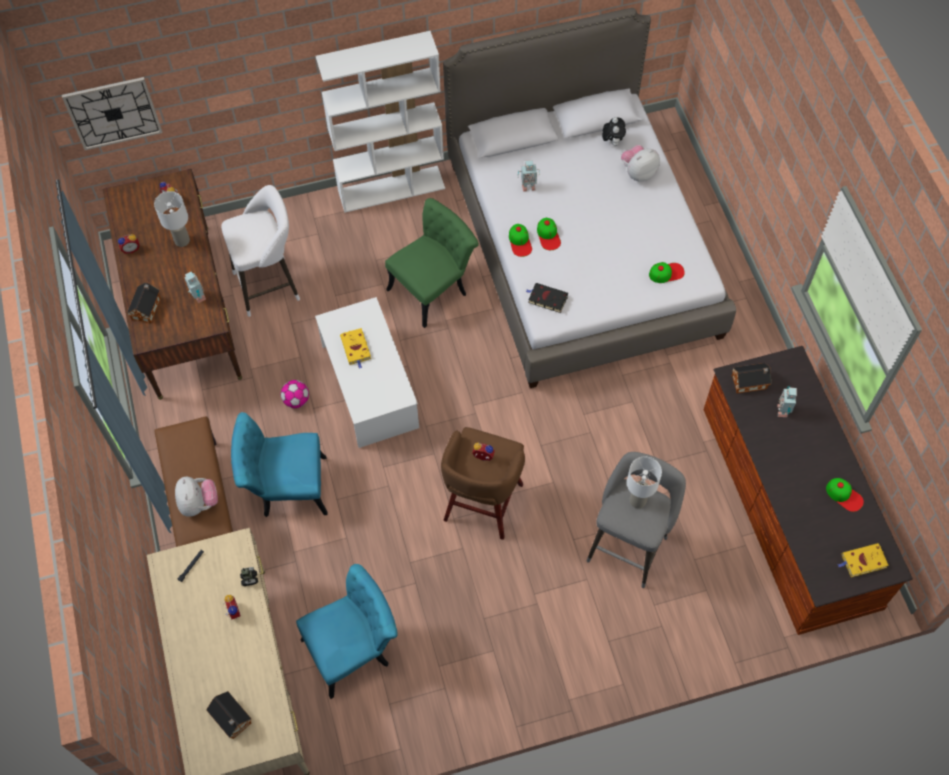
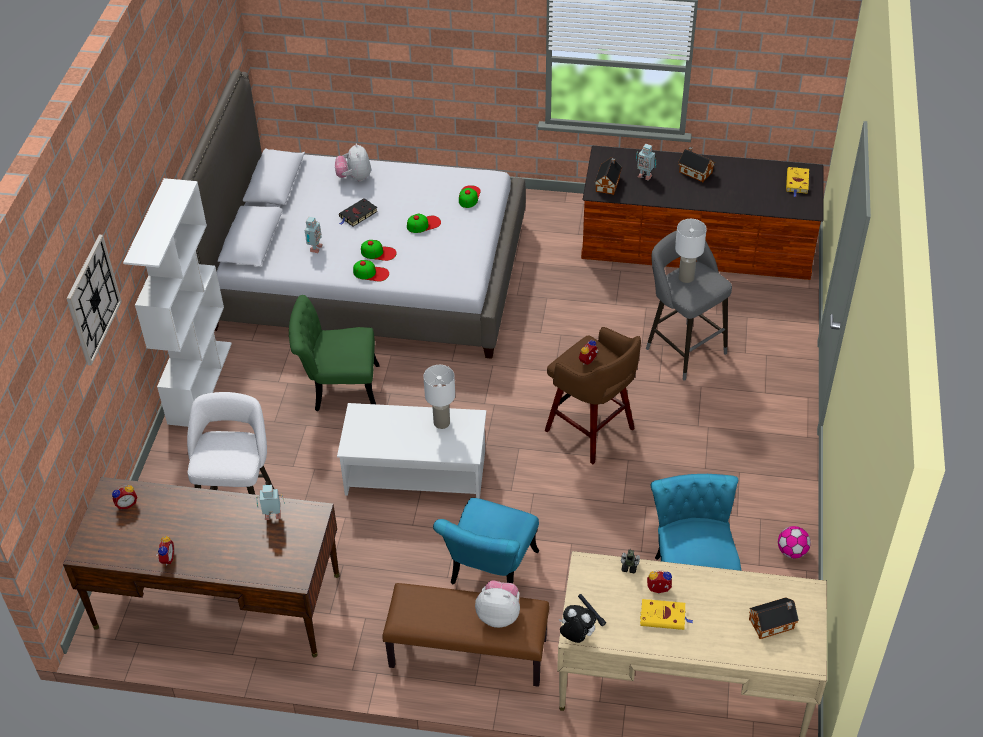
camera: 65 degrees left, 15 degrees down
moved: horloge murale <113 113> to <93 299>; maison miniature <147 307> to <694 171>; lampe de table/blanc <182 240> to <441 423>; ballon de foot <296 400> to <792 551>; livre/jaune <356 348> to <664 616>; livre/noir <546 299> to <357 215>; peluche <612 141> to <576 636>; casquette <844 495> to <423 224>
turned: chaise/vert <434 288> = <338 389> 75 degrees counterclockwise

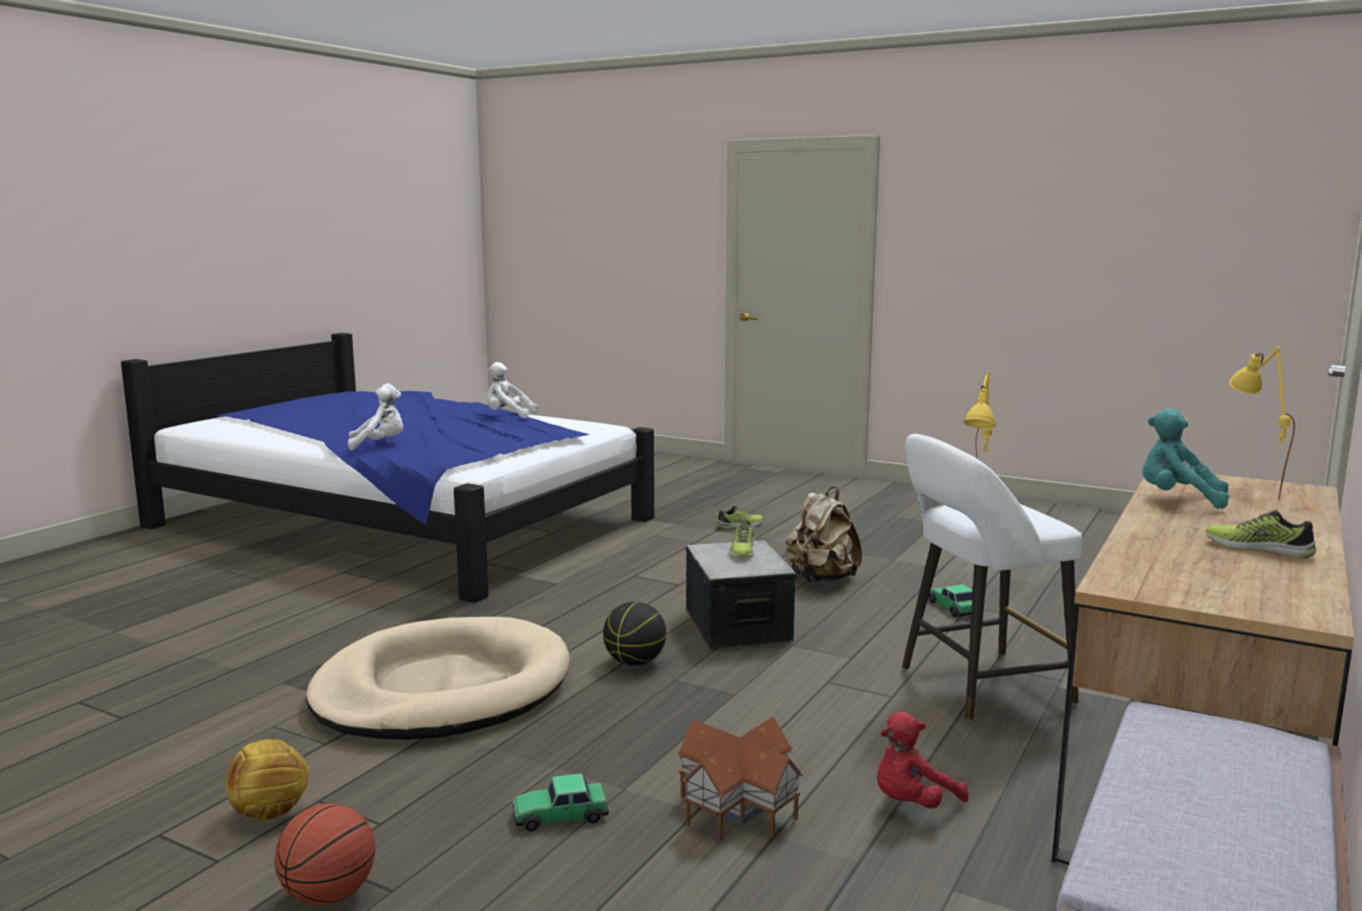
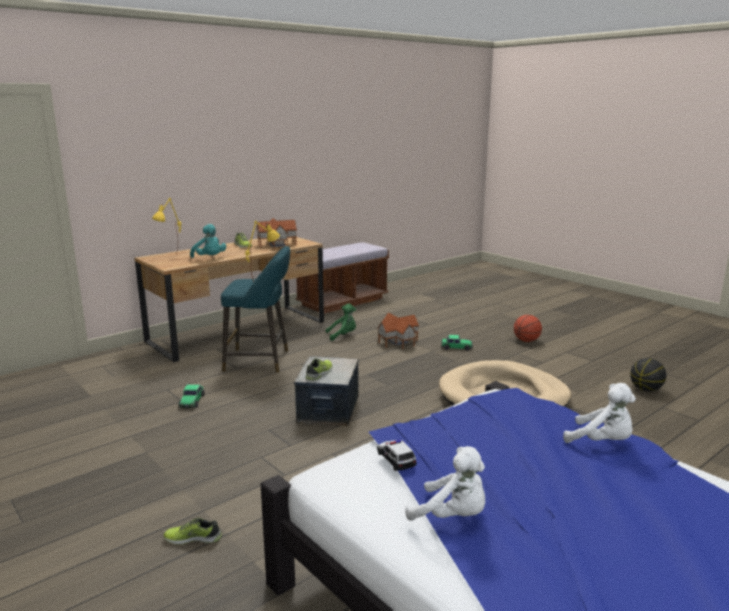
camera: 160 degrees left, 5 degrees up
removed: ballon de foot <270 812>; sac à dos/beige <821 580>
added: maison miniature <277 245>; petite voiture <395 459>
moved: ballon de basket <634 662> to <646 389>
recoloured: peluche/rouge <912 803> to peluche/vert <343 335>; tabouret/blanc <977 687> to tabouret/turquoise <261 361>
turned: peluche/blanc <379 445> = <602 442> 150 degrees counterclockwise

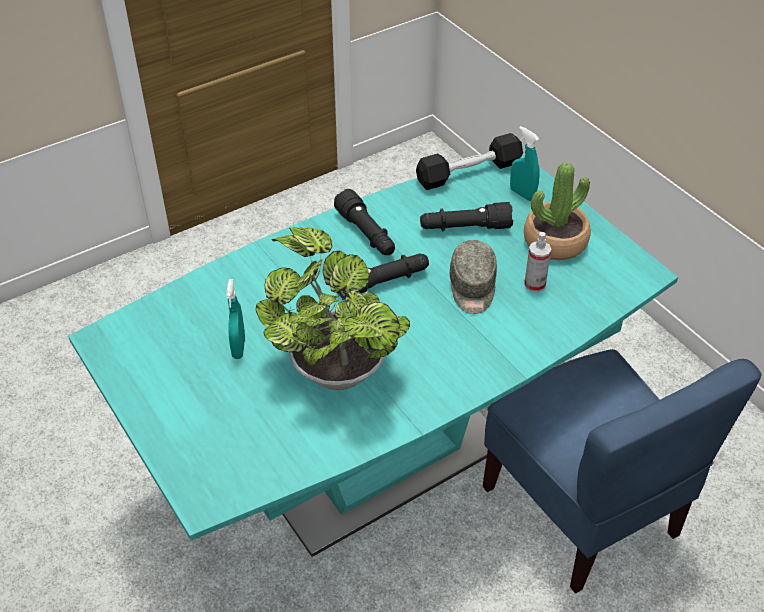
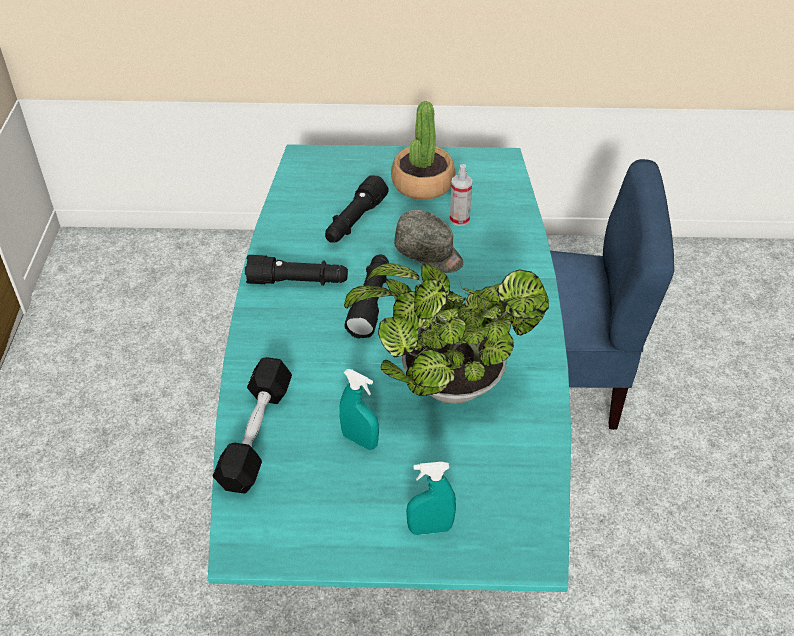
camera: 55 degrees left, 0 degrees up
moved: haltère/noir <468 172> to <256 435>; vaporisateur/turquoise <522 194> to <430 528>

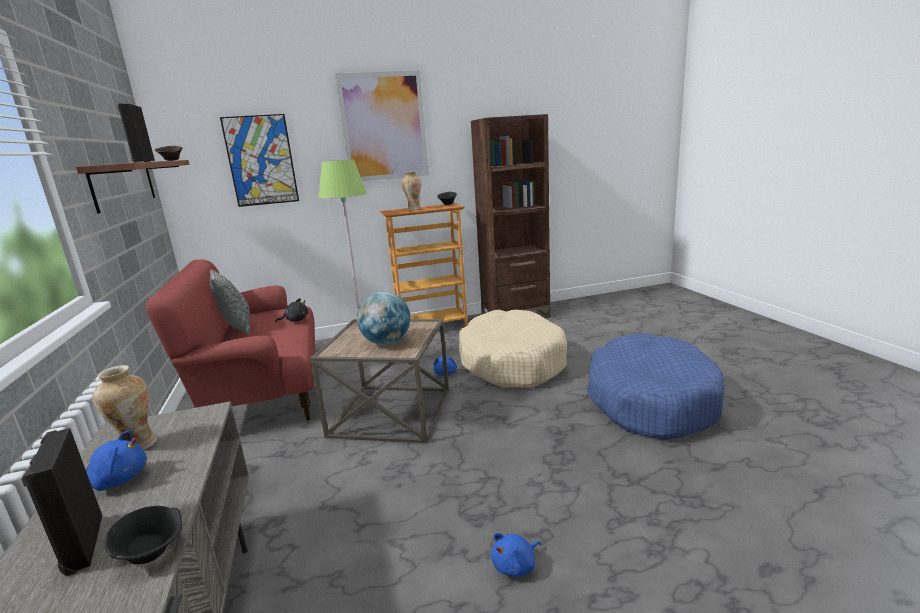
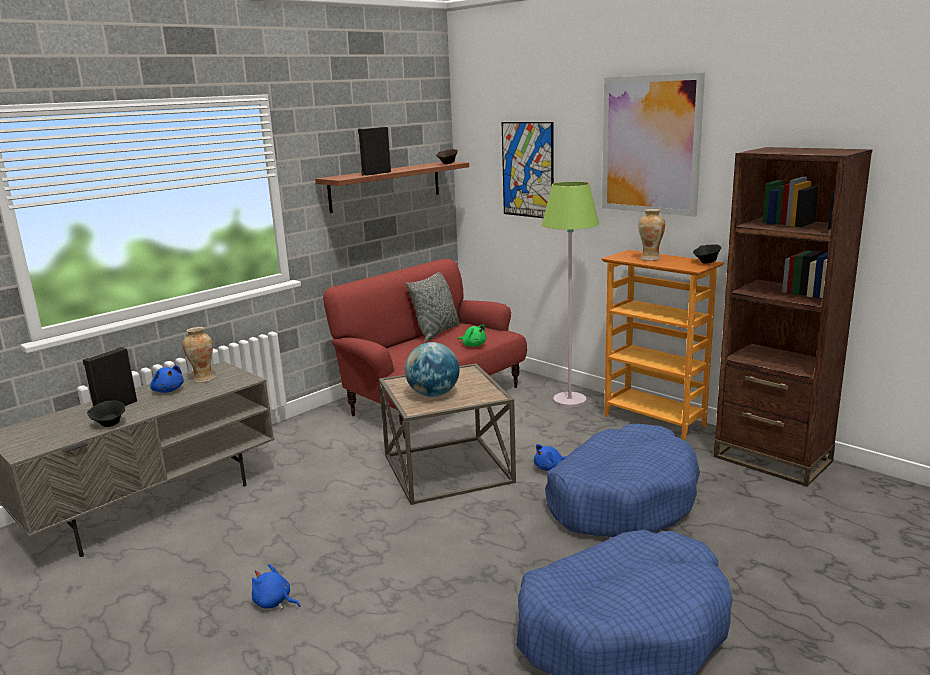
camera: 60 degrees right, 0 degrees up
recoloured: peluche/noir <295 320> to peluche/vert <473 345>; panier pour chien/beige <511 362> to panier pour chien/bleu <621 499>

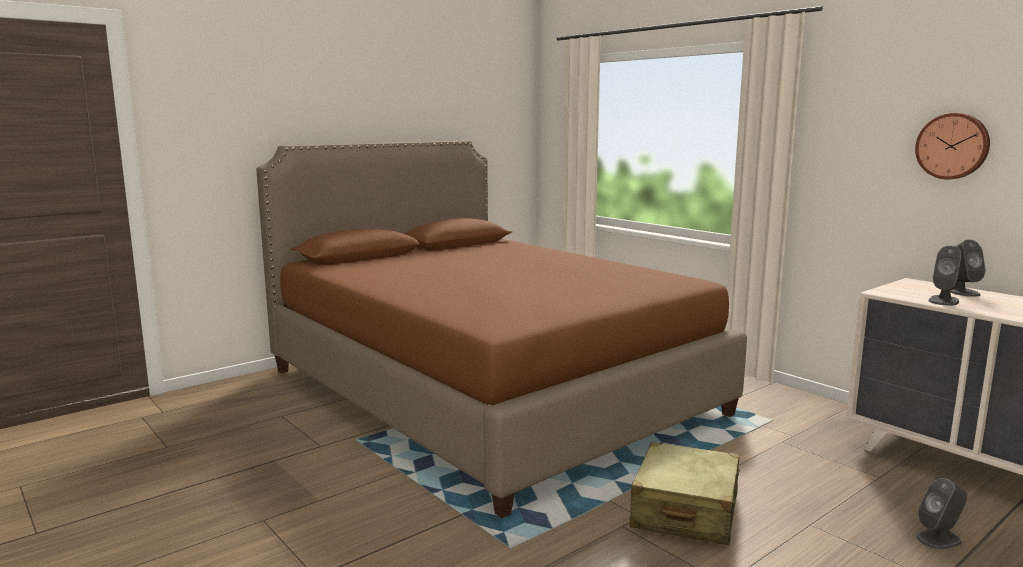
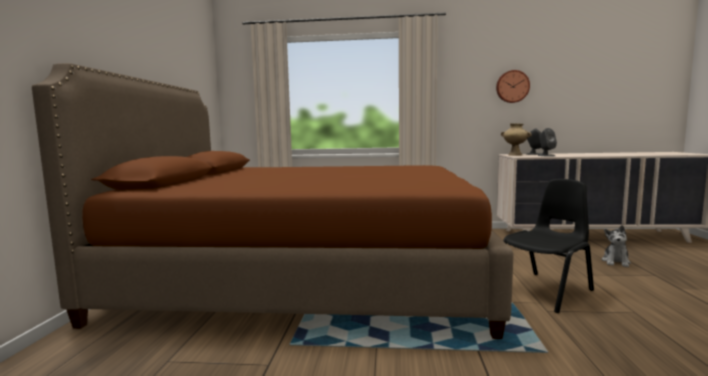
camera: 45 degrees left, 5 degrees down
added: vase/beige <515 155>
replaced: valise/beige <685 511> to chaise/noir <544 291>; enceinte/gris <939 539> to peluche <616 262>

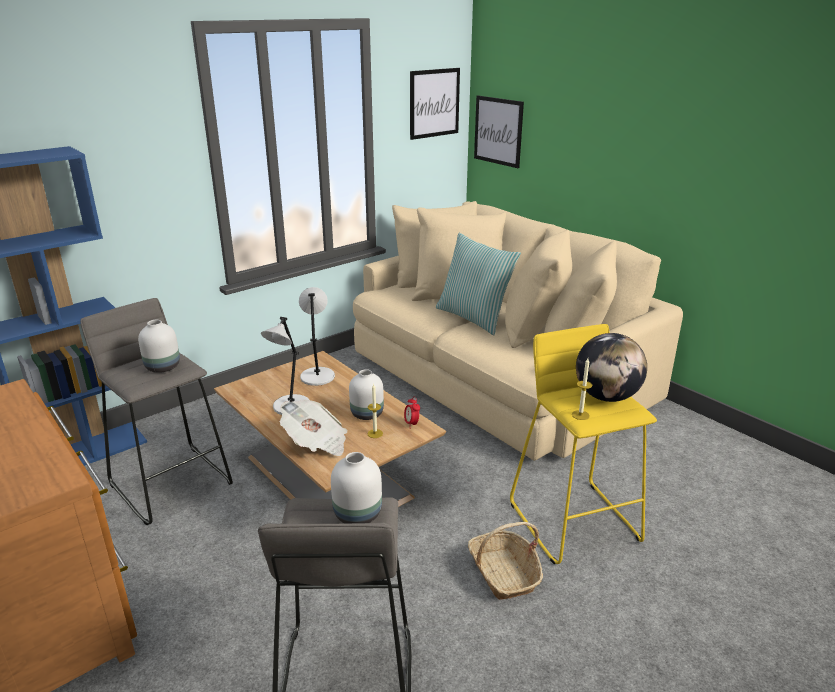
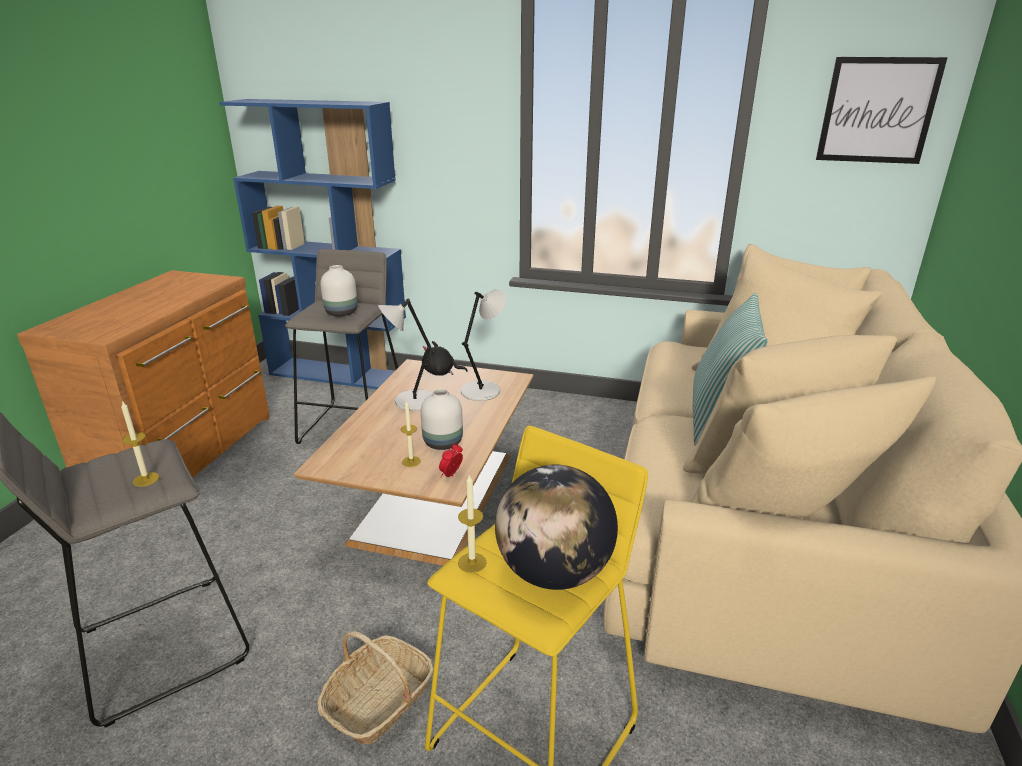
camera: 55 degrees right, 0 degrees up
removed: journal <316 443>; tableau <498 131>
added: peluche/noir <441 372>
replaced: vase/blanc <358 515> to bougie <146 479>

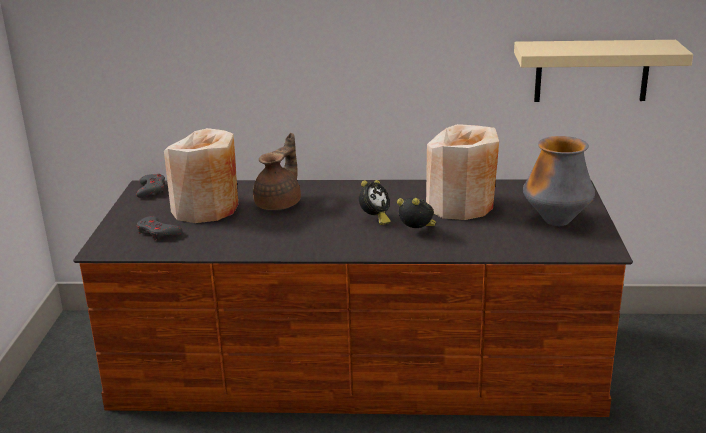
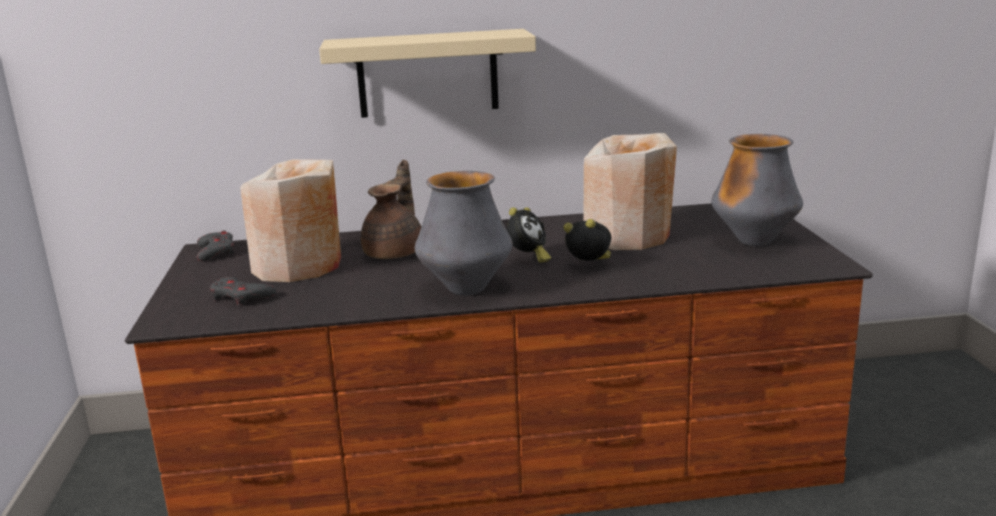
camera: 10 degrees left, 5 degrees down
added: vase <466 289>
moved: étagère/beige <591 71> to <427 73>

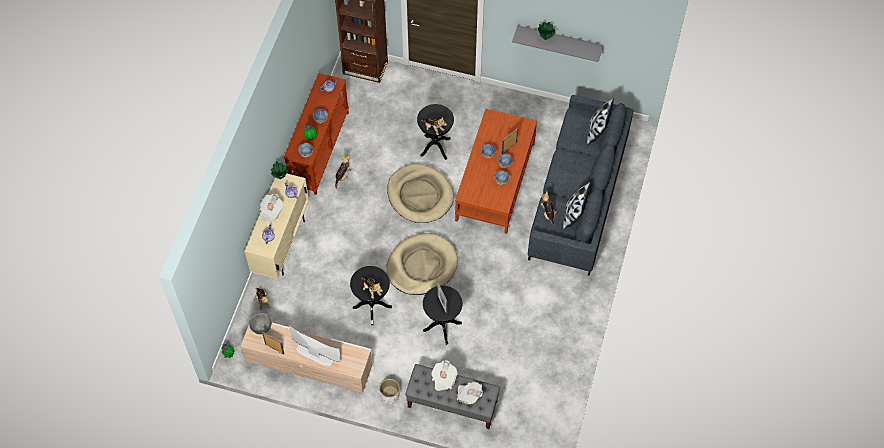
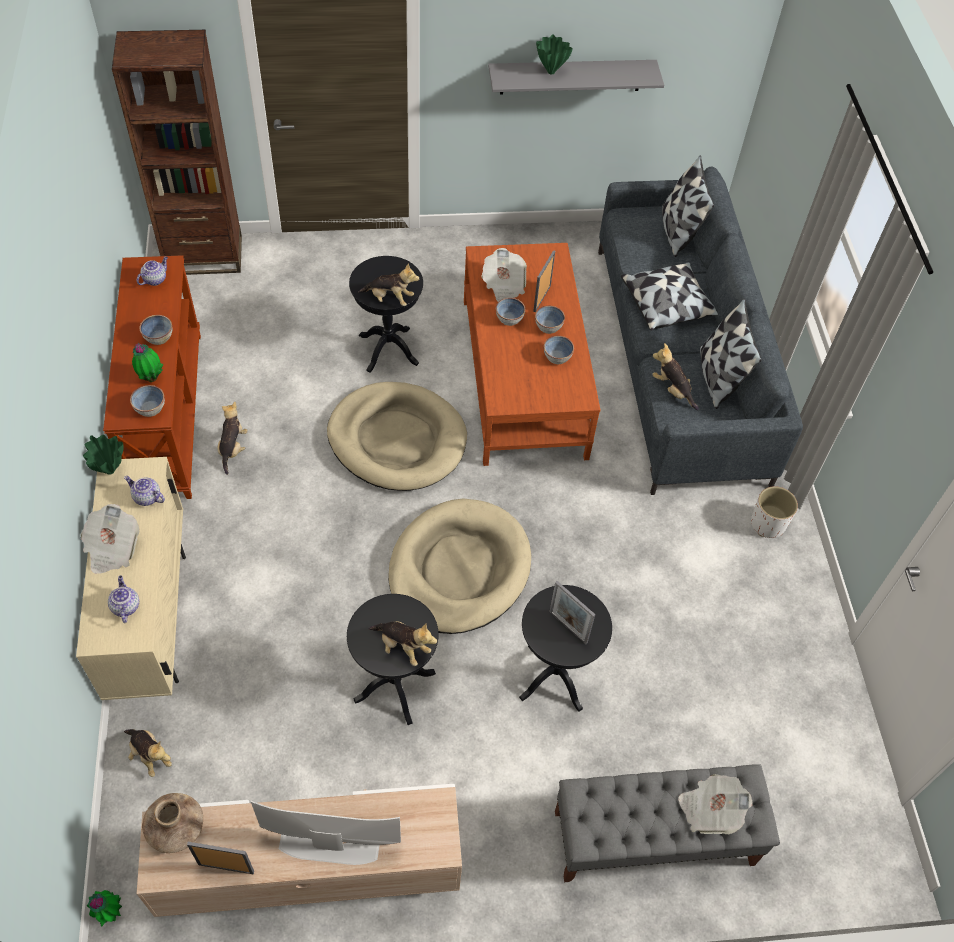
camera: 25 degrees left, 5 degrees down
added: coussin <667 305>
moved: cache-pot/blanc <390 396> to <768 524>; journal <443 379> to <503 285>
replaced: bol/gris <261 328> to vase/marron <176 827>

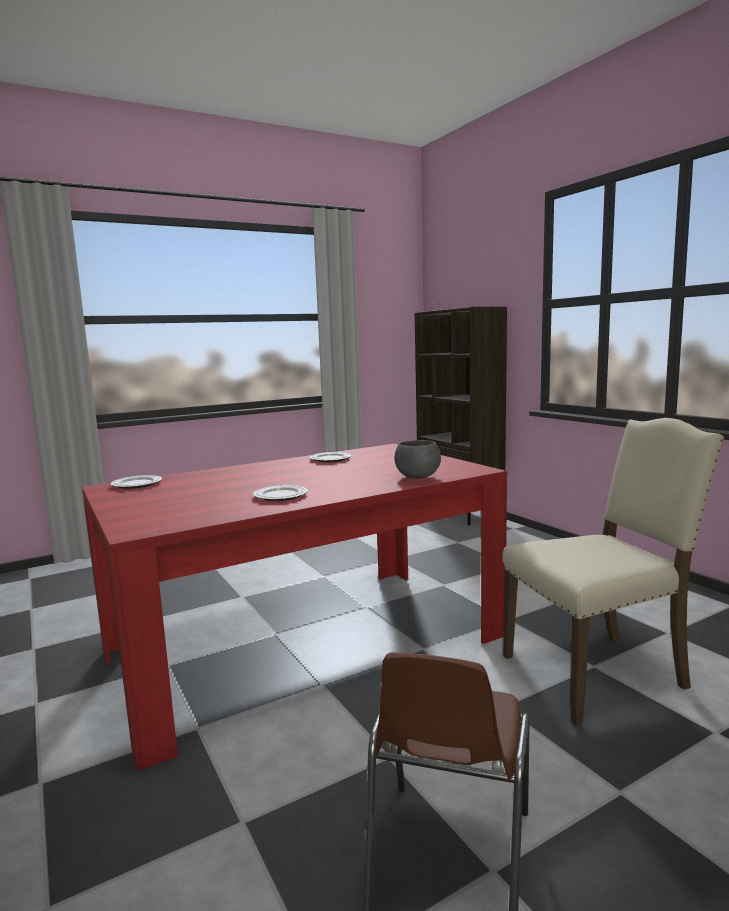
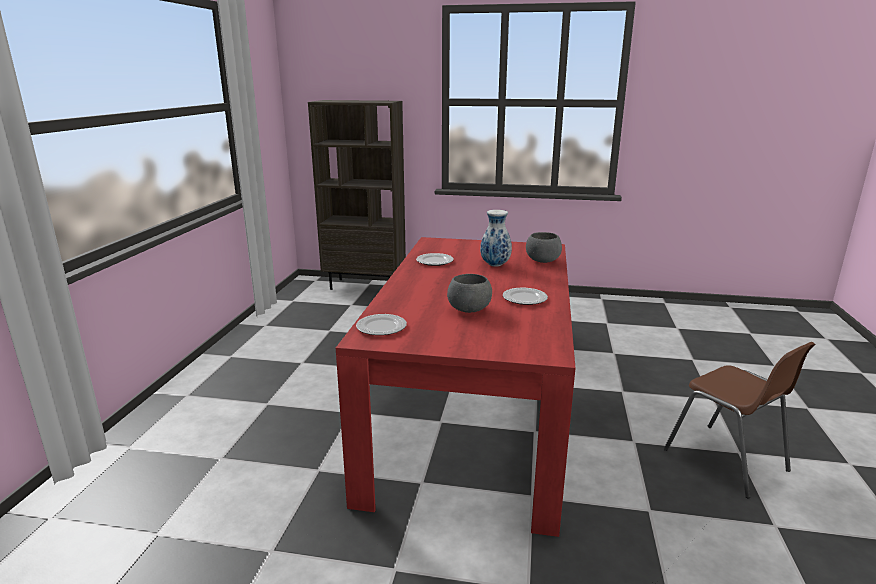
camera: 50 degrees left, 10 degrees up
removed: chaise/beige <598 672>
added: bol/gris <469 310>; vase <494 265>

